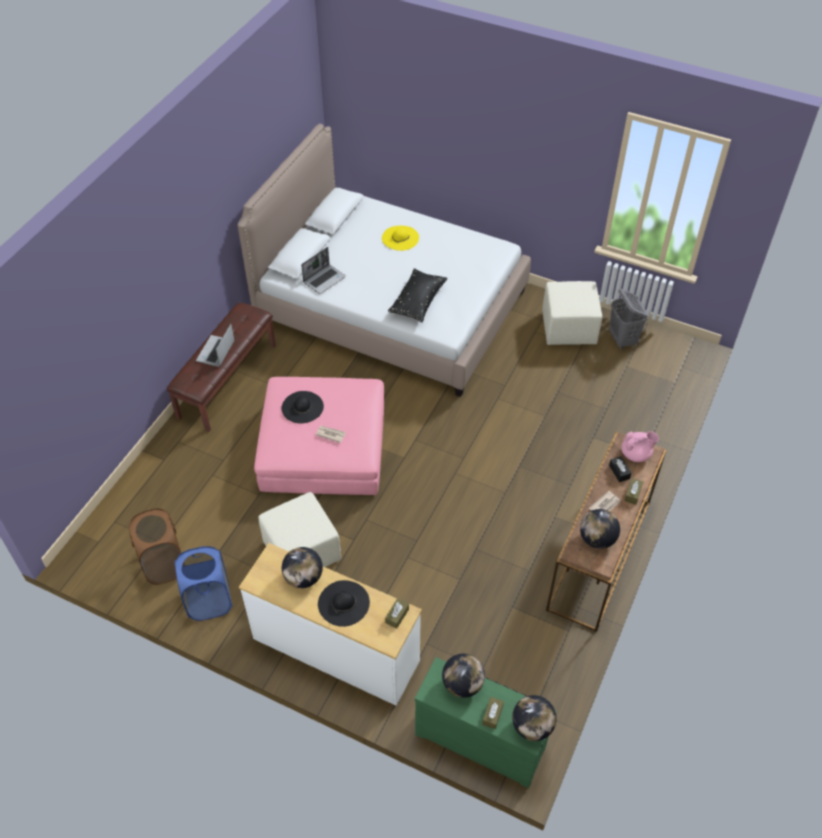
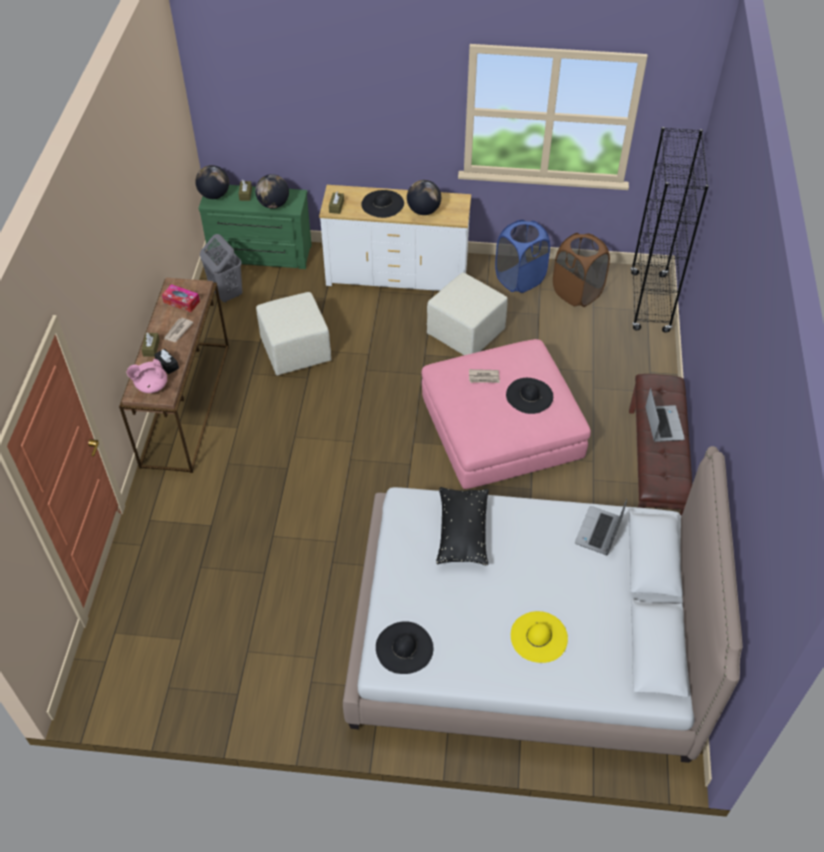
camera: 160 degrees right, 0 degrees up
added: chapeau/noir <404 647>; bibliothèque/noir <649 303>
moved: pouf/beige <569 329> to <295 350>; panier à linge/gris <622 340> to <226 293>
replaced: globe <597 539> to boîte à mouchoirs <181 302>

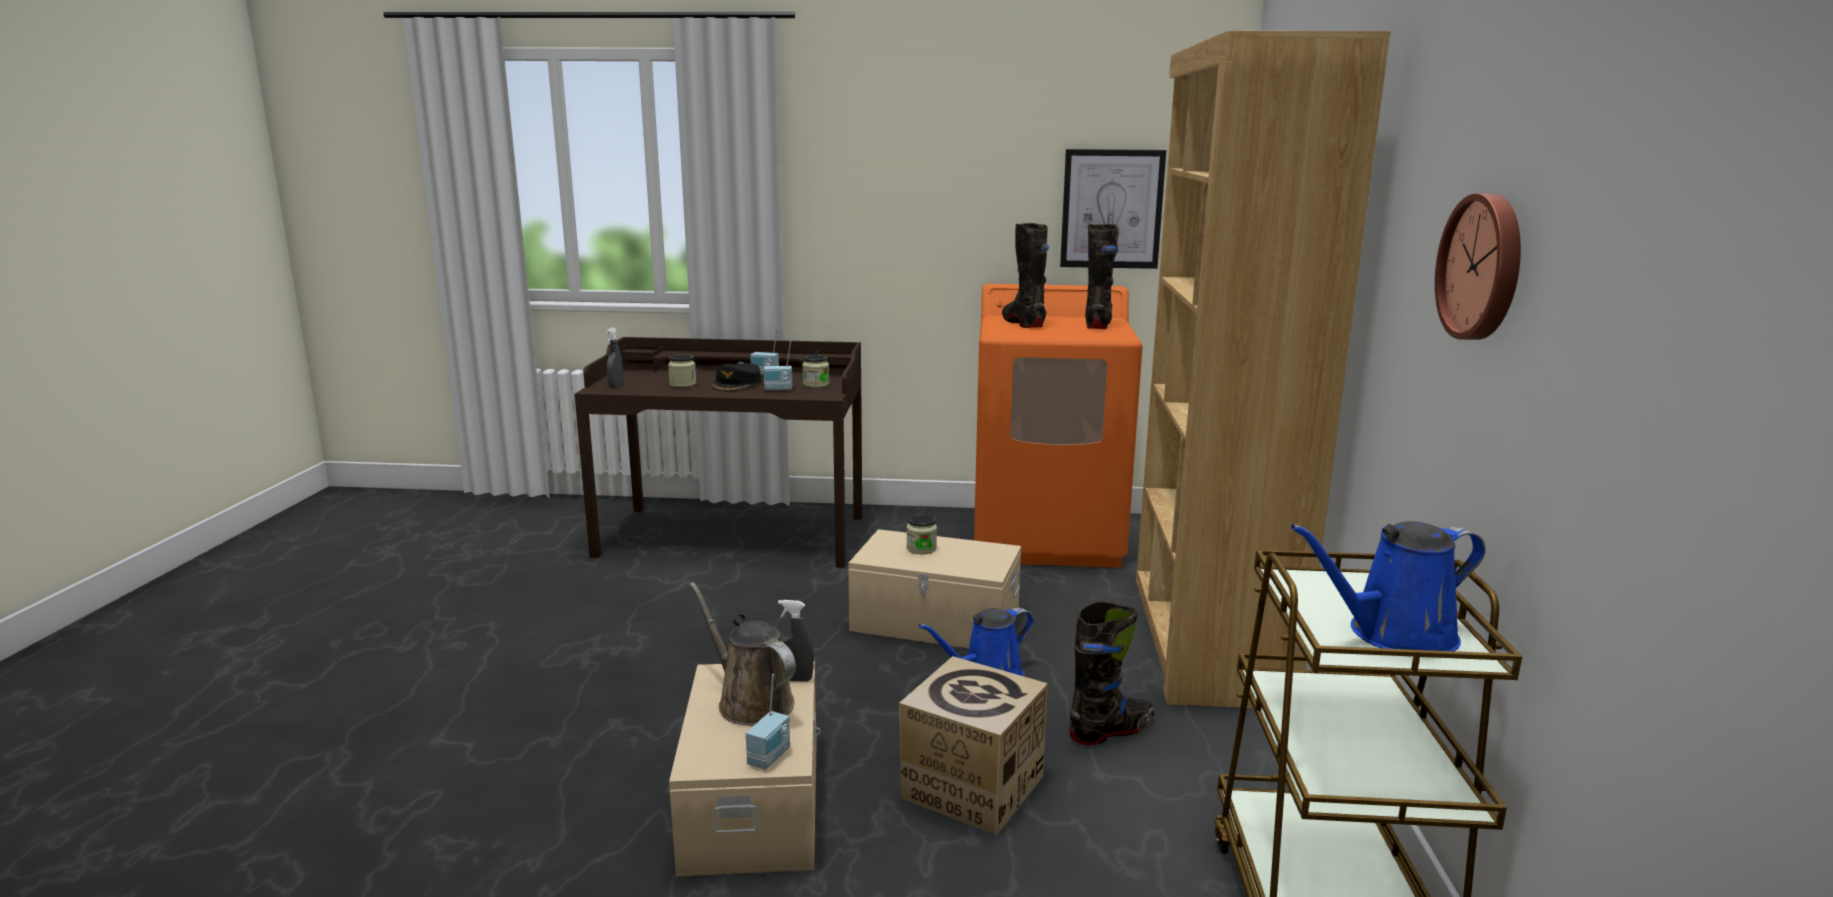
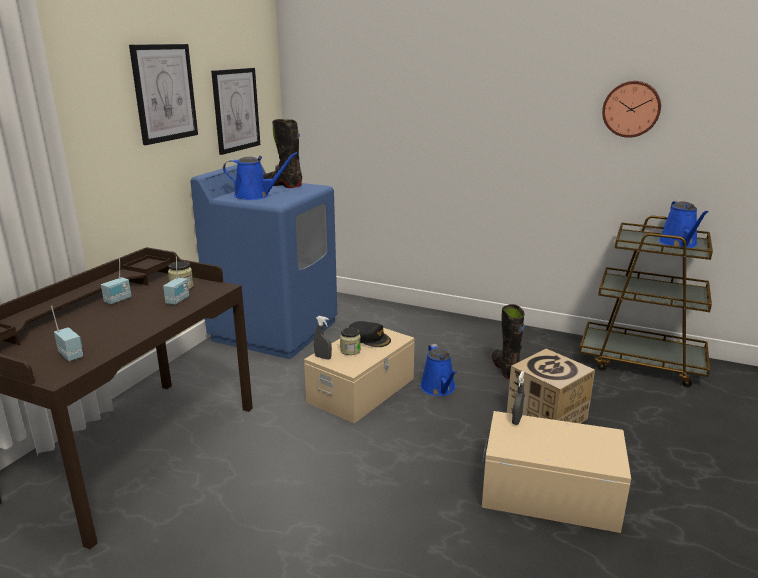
camera: 70 degrees left, 5 degrees up
removed: bocal <682 384>; arrosoir/marron <750 702>; bibliothèque/marron <1205 638>
added: tableau <164 93>
moved: vaporisateur/gris <616 385> to <323 357>; casquette/noir <737 384> to <370 338>; radio <770 757> to <72 355>
replaced: botte/noir <1023 323> to arrosoir/bleu <255 196>
recoloured: lave-linge/orange <1047 537> to lave-linge/bleu <275 330>

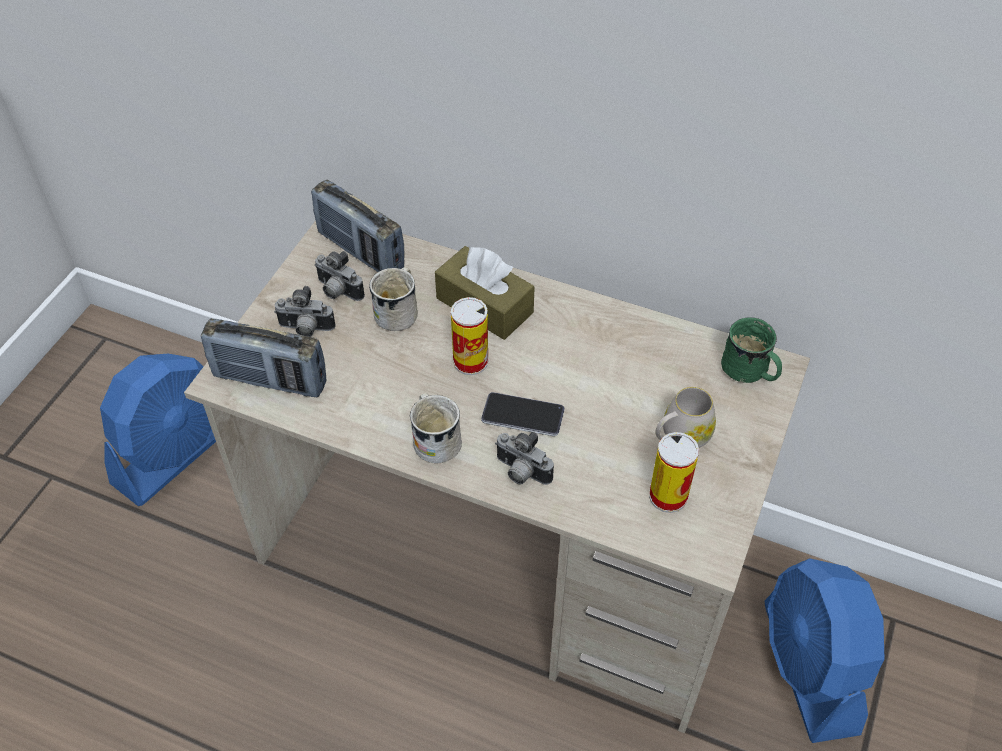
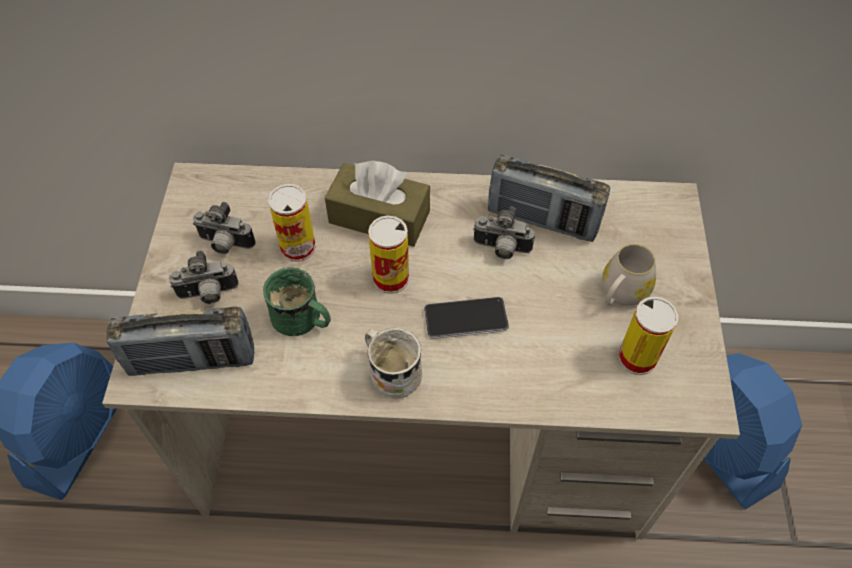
camera: 20 degrees left, 5 degrees up
moved: radio <360 252> to <542 220>; appareil photo <520 473> to <501 249>; mug/vert <749 372> to <303 321>
replaced: mug/blanc <399 311> to boîte métallique <298 247>

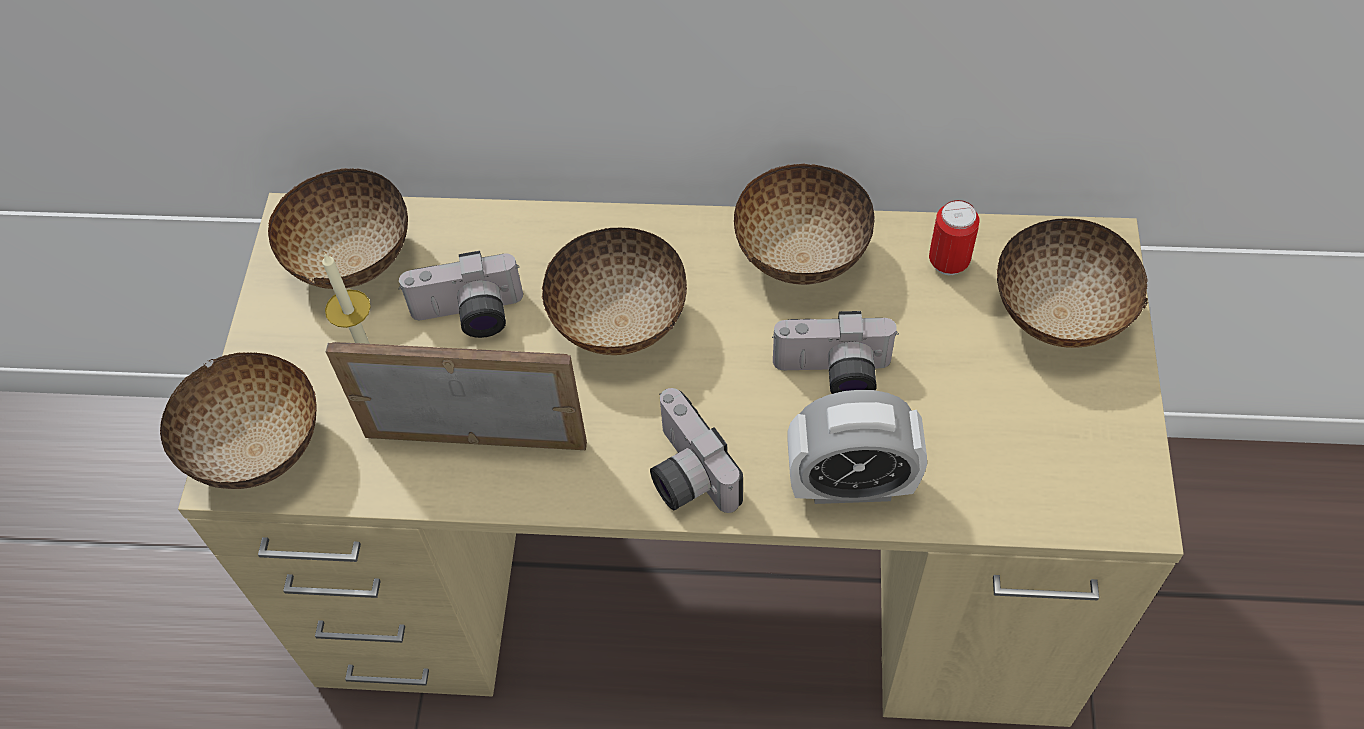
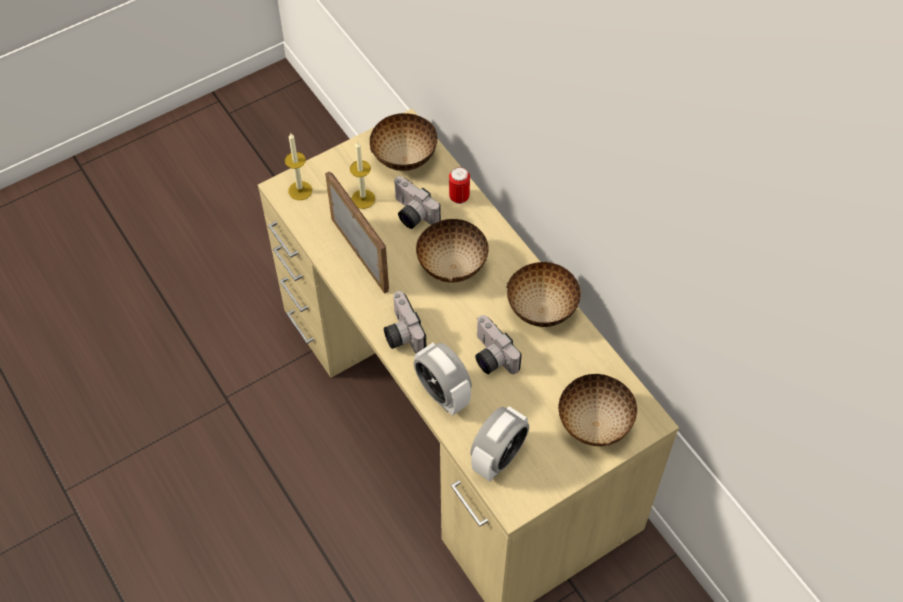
camera: 50 degrees right, 0 degrees up
added: réveil <498 457>
moved: boîte métallique <948 262> to <459 197>
replaced: bol <260 449> to bougie <300 190>
turned: appareil photo <684 474> = <401 333> 45 degrees counterclockwise

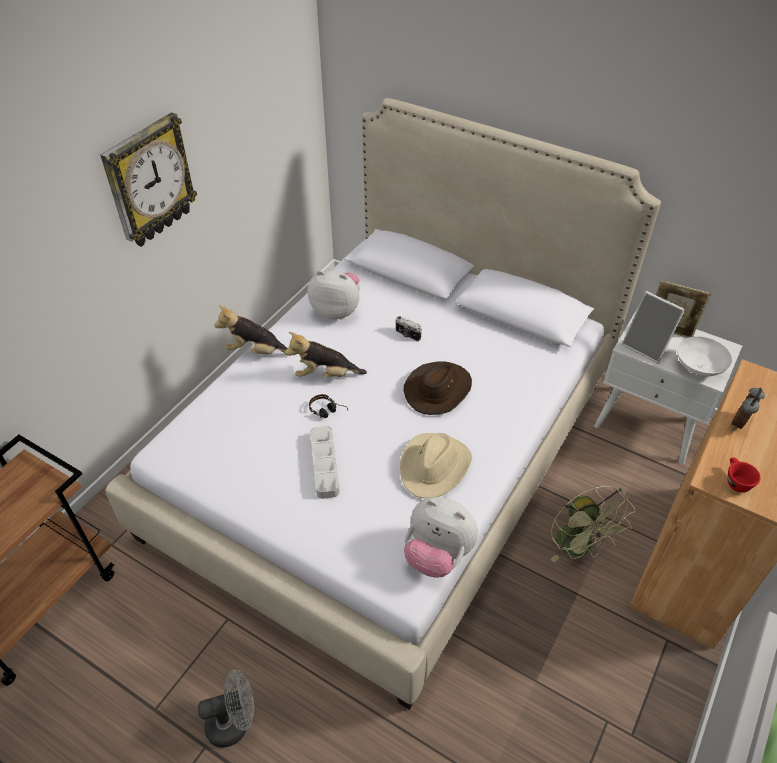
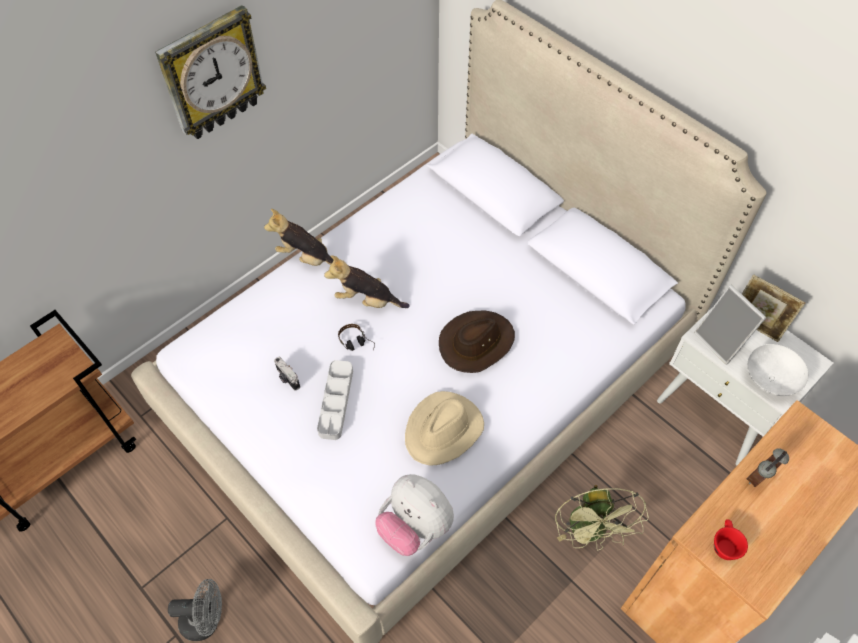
camera: 15 degrees right, 10 degrees up
removed: peluche <337 310>
moved: appareil photo <407 335> to <287 378>

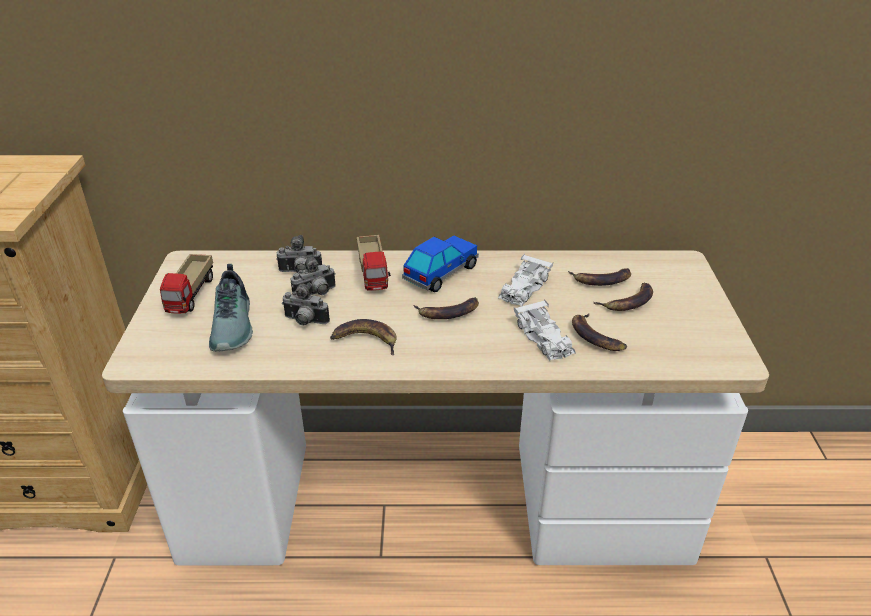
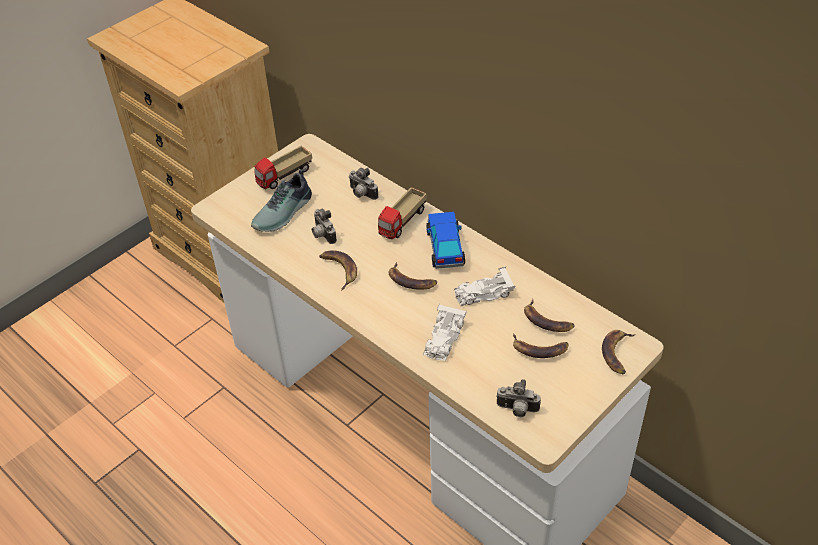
camera: 45 degrees right, 10 degrees up
moved: appareil photo <316 294> to <517 410>; banane <596 337> to <617 353>
turned: petite voiture <441 273> = <445 247> 90 degrees counterclockwise

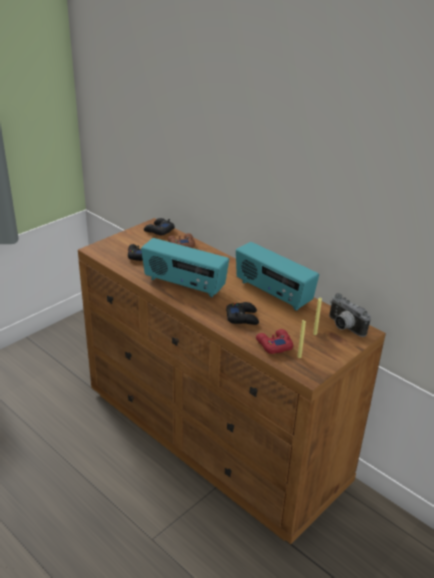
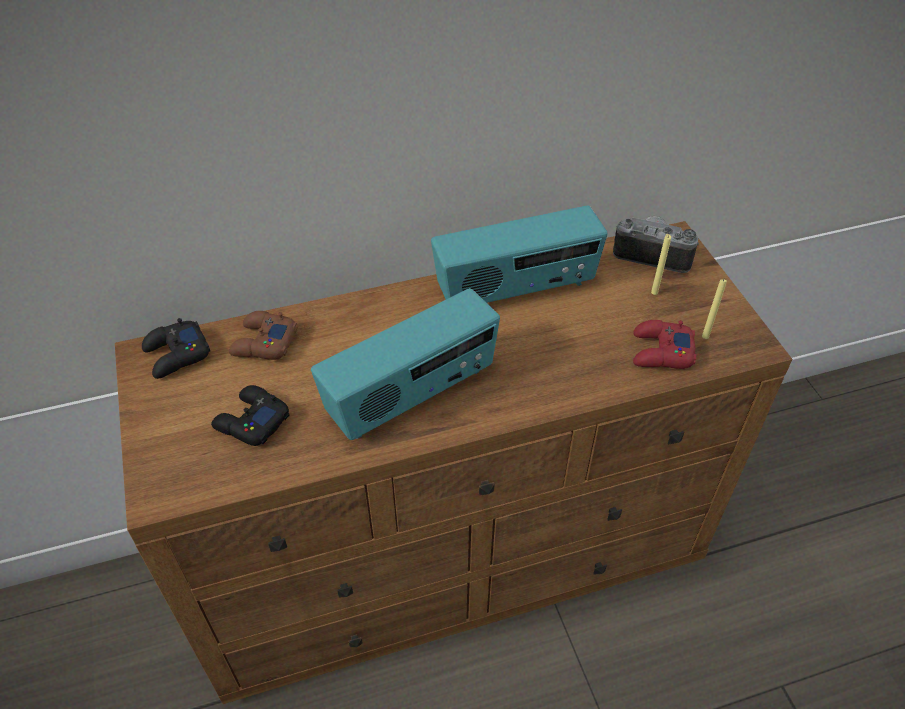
camera: 60 degrees left, 15 degrees up
removed: manette/noir <242 317>
turned: appareil photo <343 327> = <652 254> 150 degrees counterclockwise

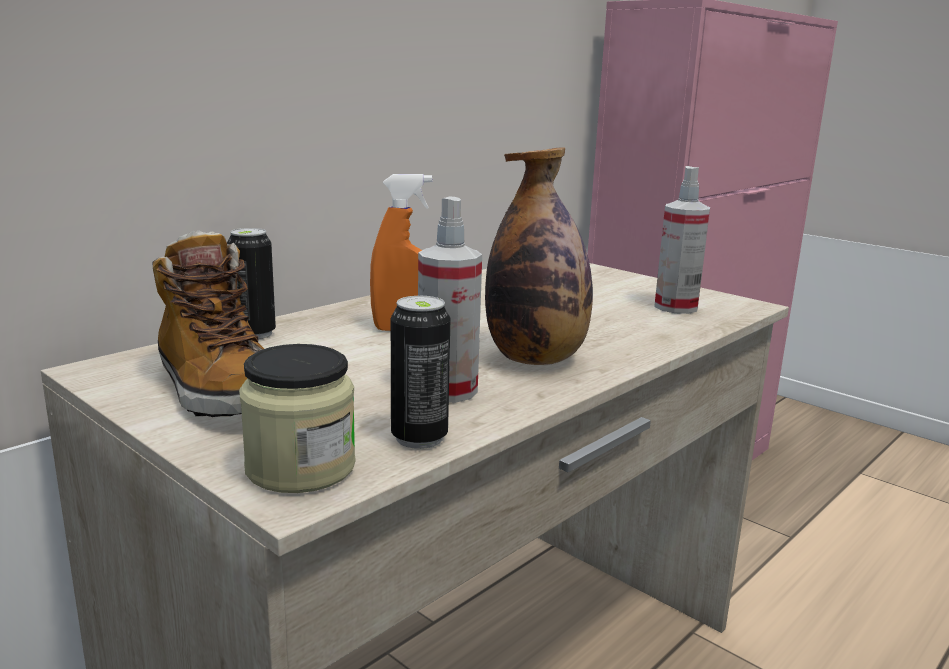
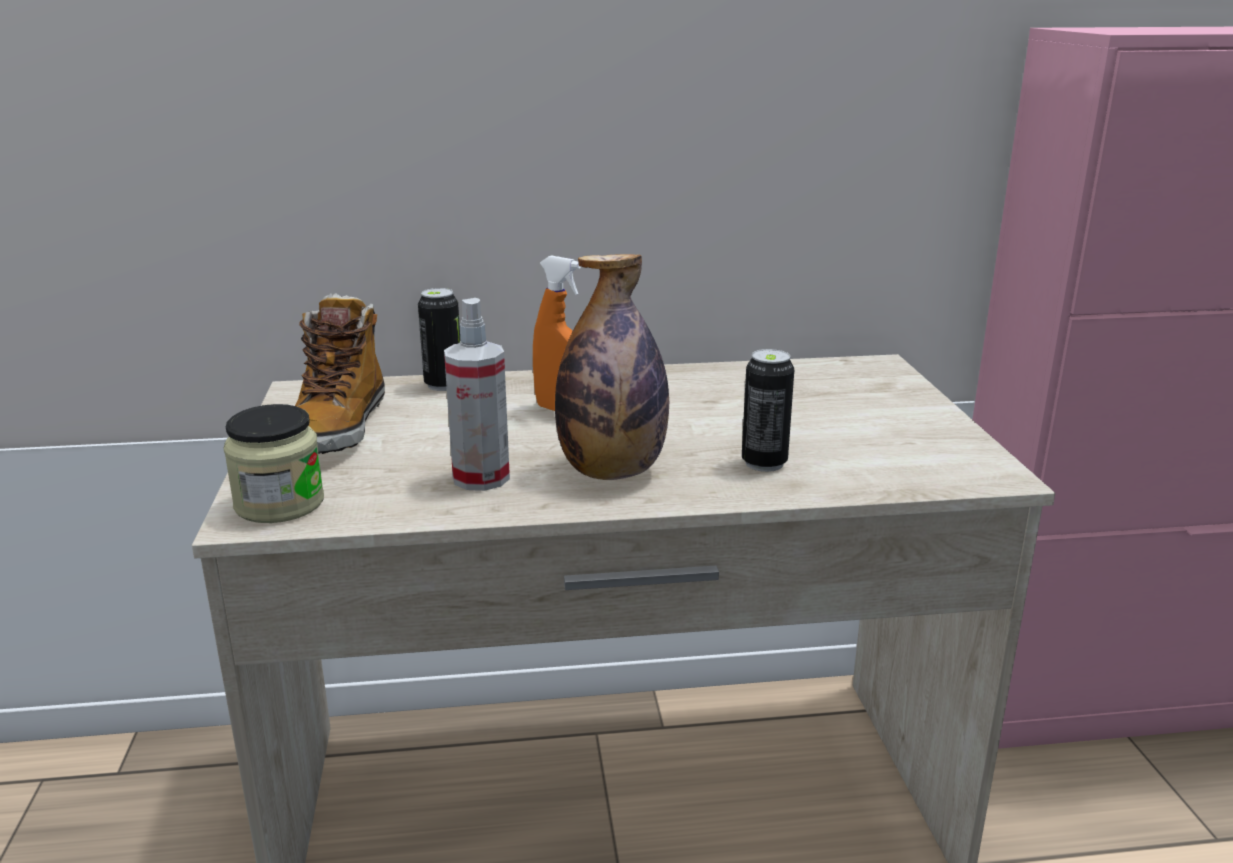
camera: 40 degrees right, 5 degrees up
removed: vaporisateur <676 307>
moved: boîte métallique <419 438> to <764 463>

